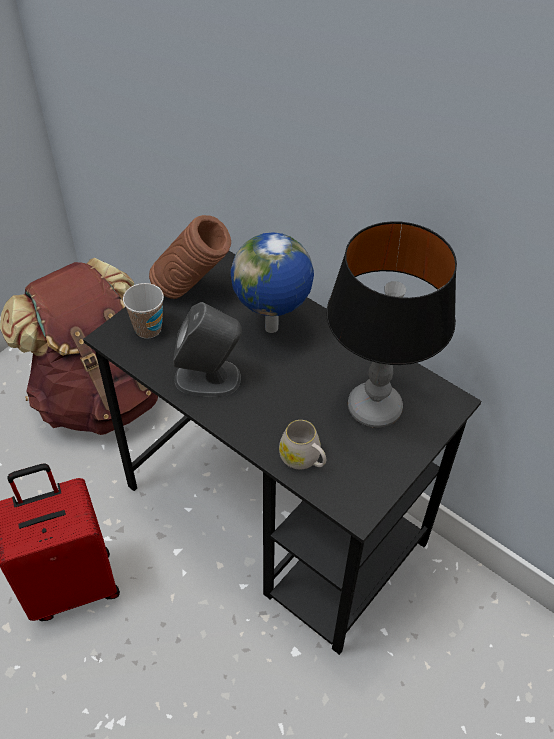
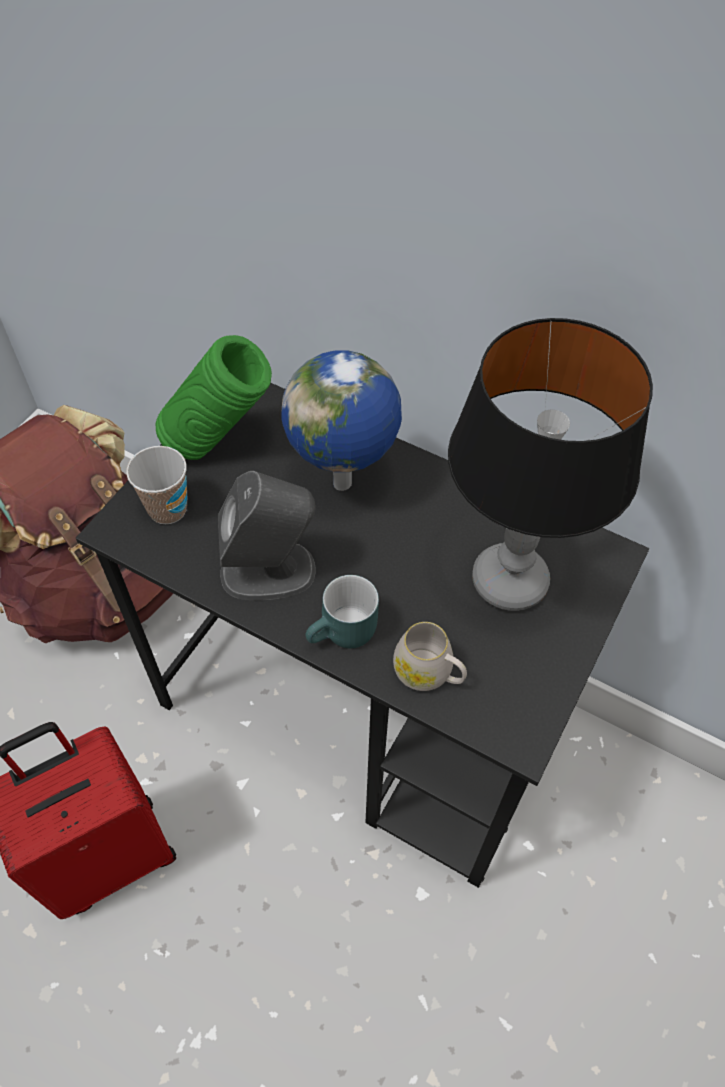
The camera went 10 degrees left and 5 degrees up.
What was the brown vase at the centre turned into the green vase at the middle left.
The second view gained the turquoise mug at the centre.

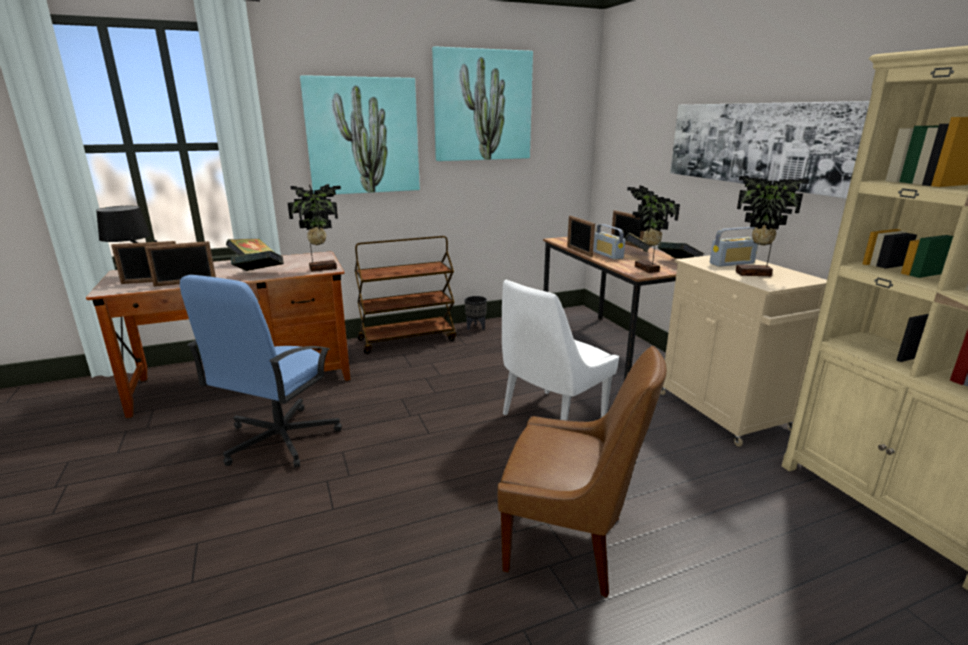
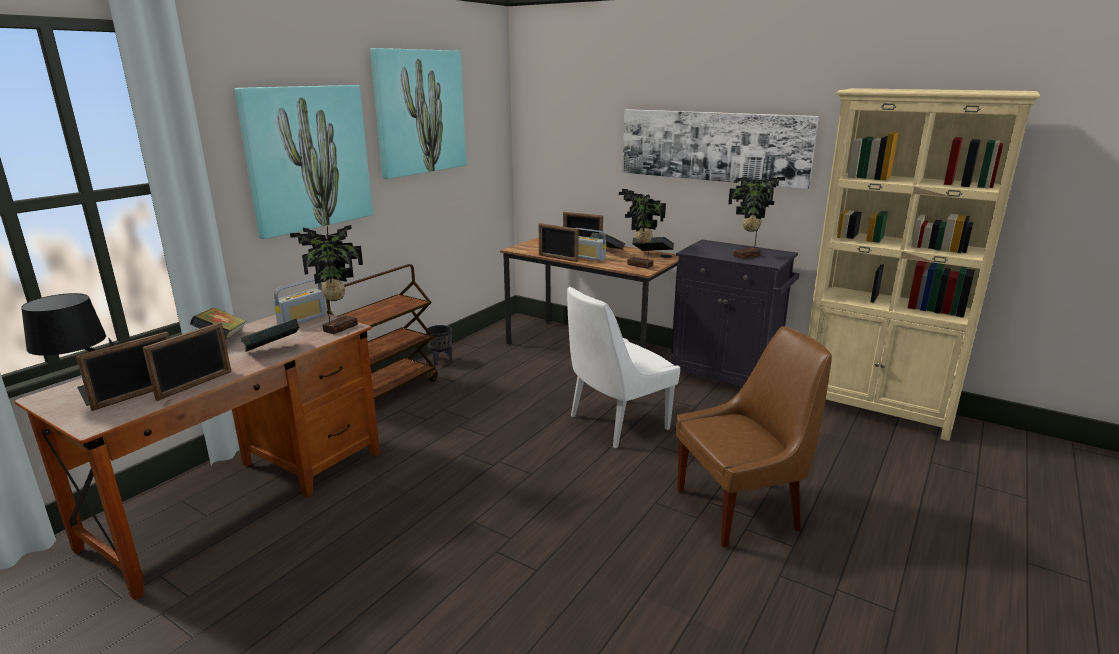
The camera went 35 degrees left and 0 degrees up.
The radio (no. 2 from left in the first image) ended up elsewhere, having gone from the middle right to the middle left.
What was the beige cabinet at the middle right turned into the black cabinet at the centre.
The second view lost the blue office chair at the middle left.
The white chair at the centre ended up facing another way, 45 degrees clockwise from before.

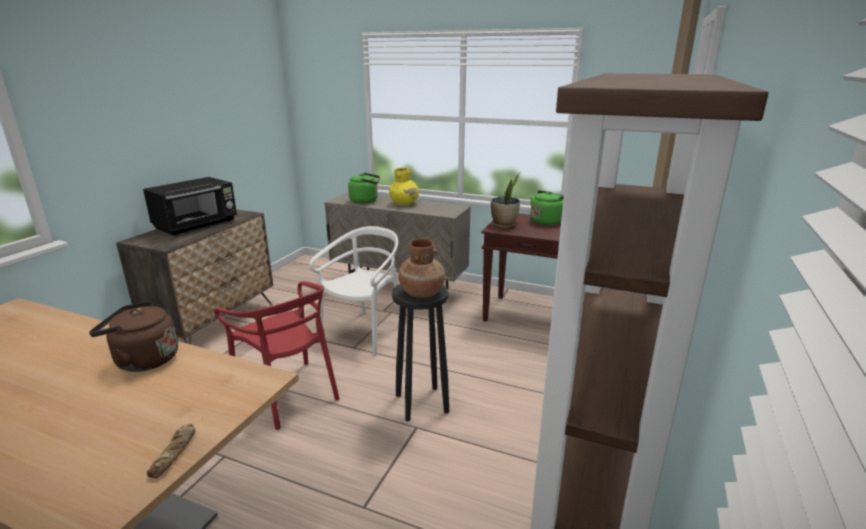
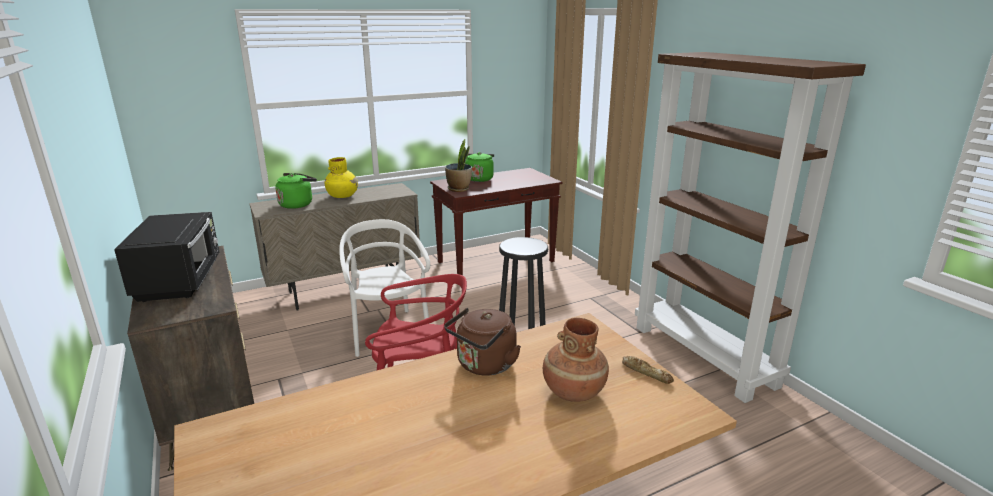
The camera went 50 degrees left and 0 degrees up.
The brown vase ended up elsewhere, having gone from the centre to the bottom centre.

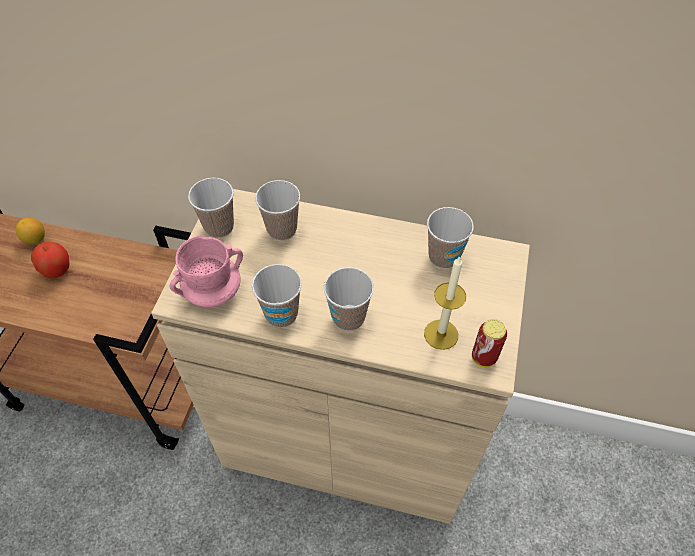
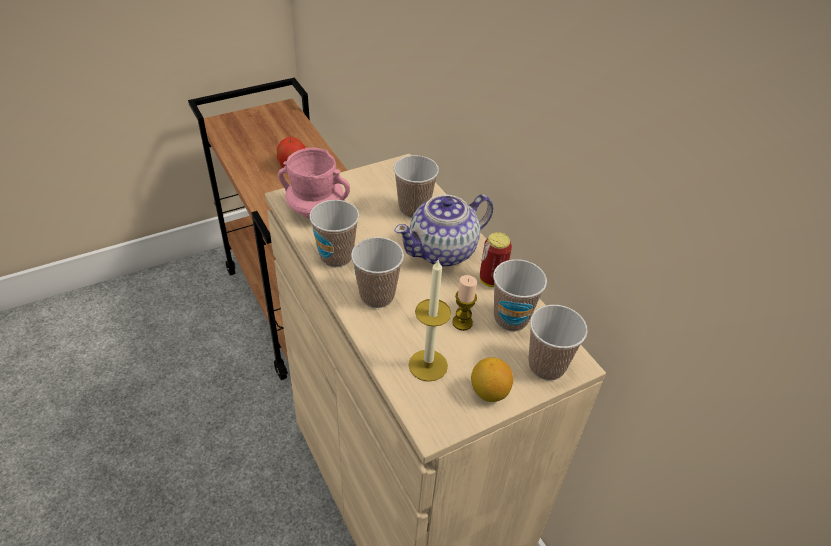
The camera went 45 degrees right and 10 degrees down.
The cup (no. 1 from left in the first image) ended up elsewhere, having gone from the middle left to the middle right.
The lemon ended up elsewhere, having gone from the middle left to the bottom centre.
The can ended up elsewhere, having gone from the middle right to the centre.
The second view gained the teapot at the centre.
The second view gained the candle (no. 2 from left) at the centre.

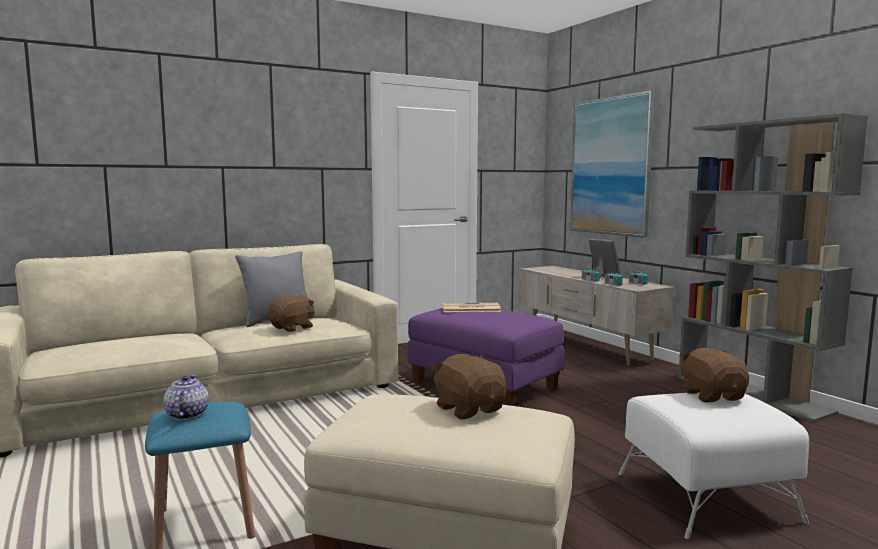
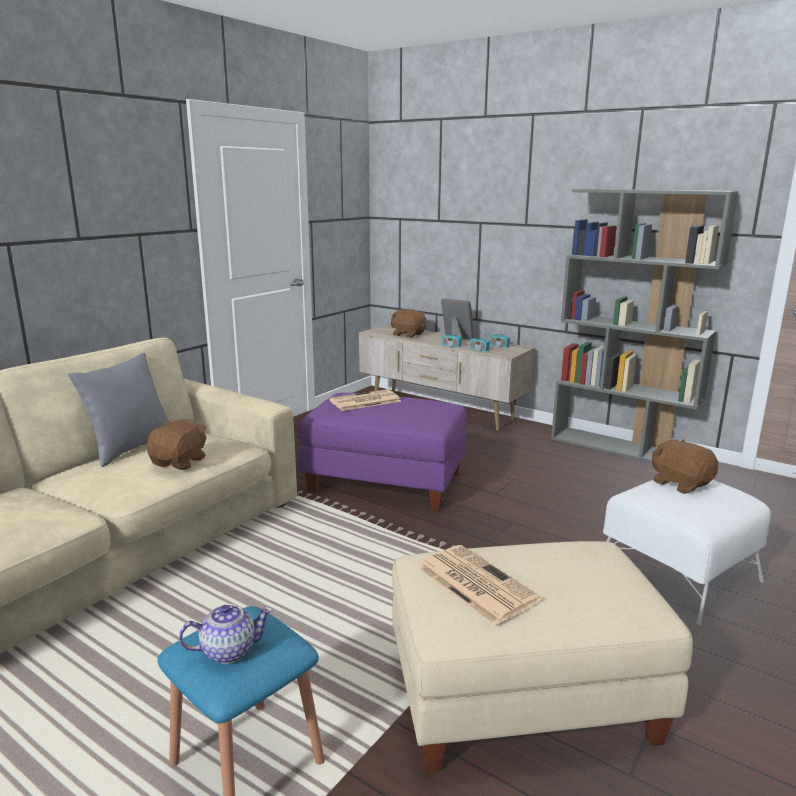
The camera went 25 degrees left and 10 degrees up.
The second view lost the picture at the top right.
The brown plush toy (no. 2 from left) ended up elsewhere, having gone from the bottom centre to the centre.
The teapot at the bottom left ended up facing another way, 105 degrees clockwise from before.
The second view gained the newspaper (no. 2 from left) at the bottom centre.

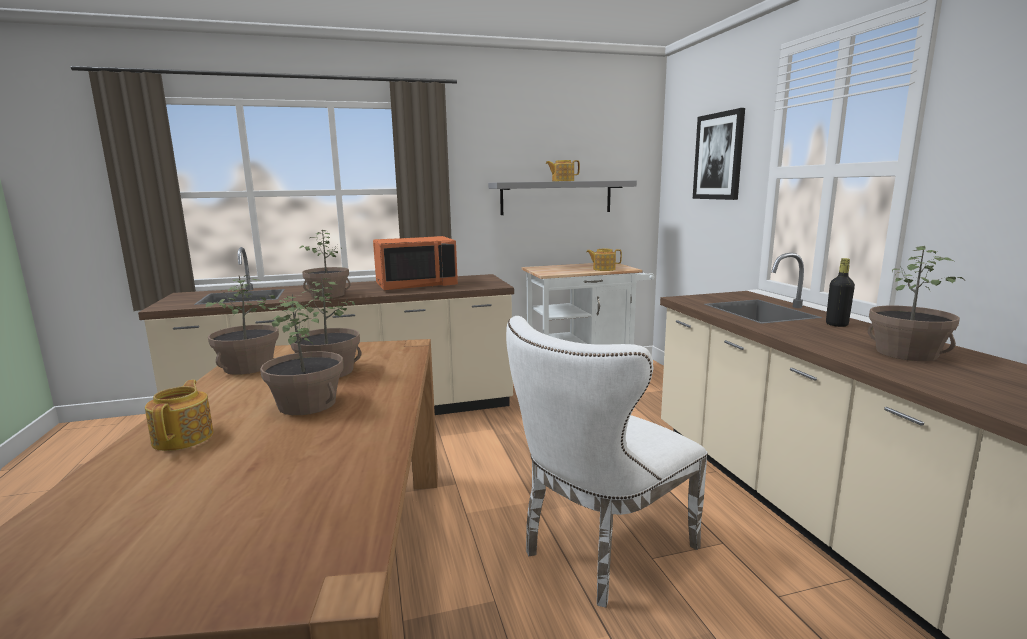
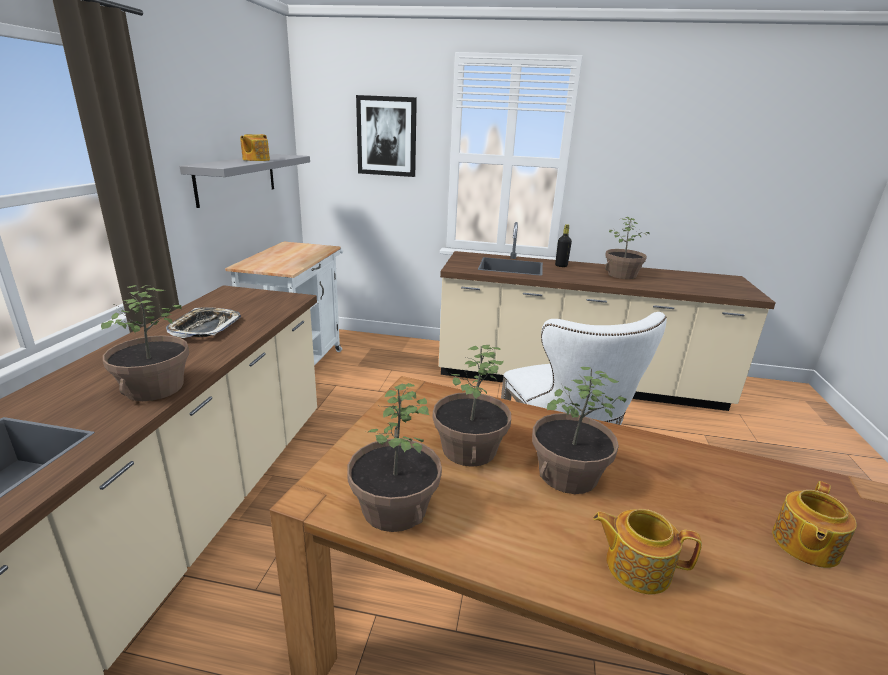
The camera went 65 degrees left and 10 degrees up.
Where the orange microwave stood at the centre, the tray came to stand at the middle left.
The teapot (no. 3 from left) ended up elsewhere, having gone from the centre to the bottom right.

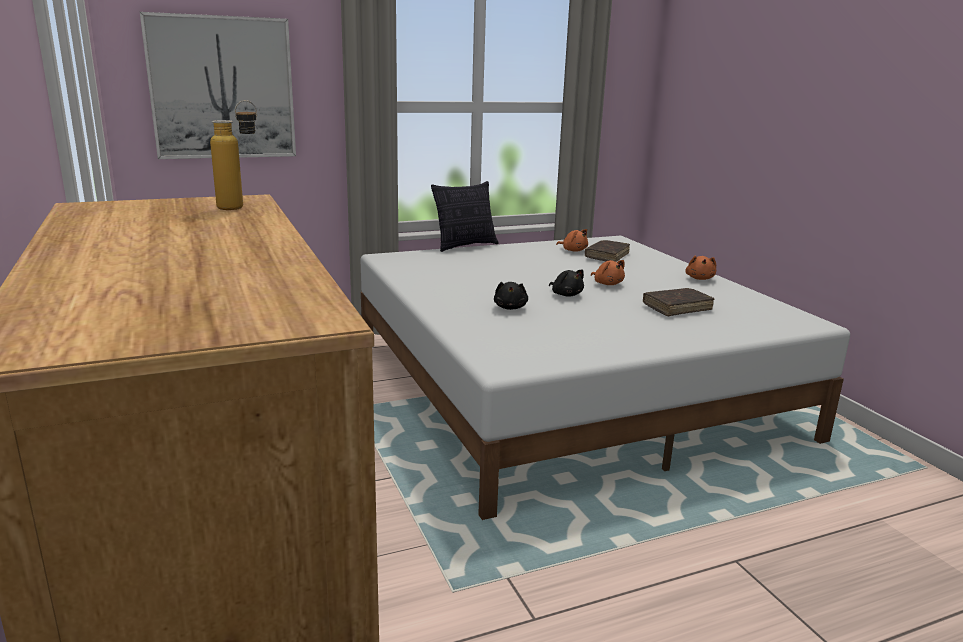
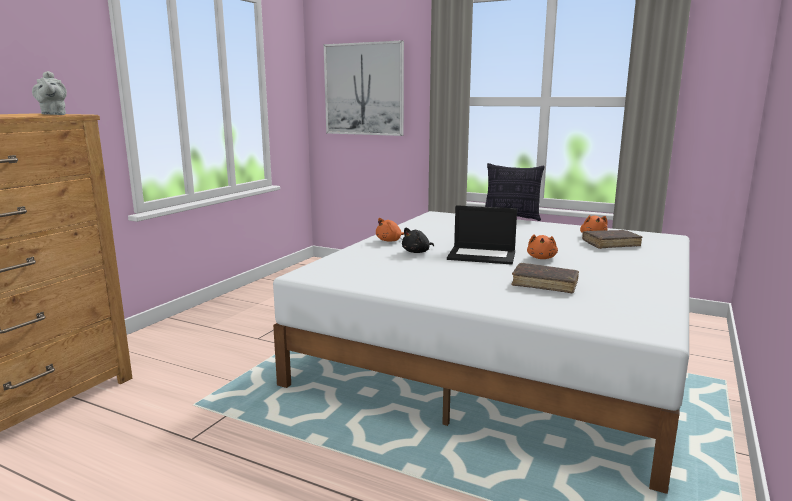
The camera went 50 degrees right and 5 degrees down.
Where the bottle stood at the top left, the grey teapot came to stand at the top left.
The orange plush toy (no. 3 from left in the first image) ended up elsewhere, having gone from the middle right to the centre.
Where the black plush toy (no. 2 from left) stood at the centre, the laptop came to stand at the centre.

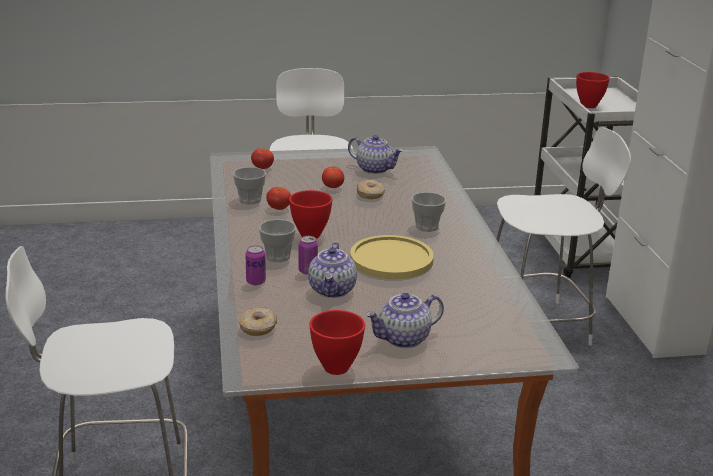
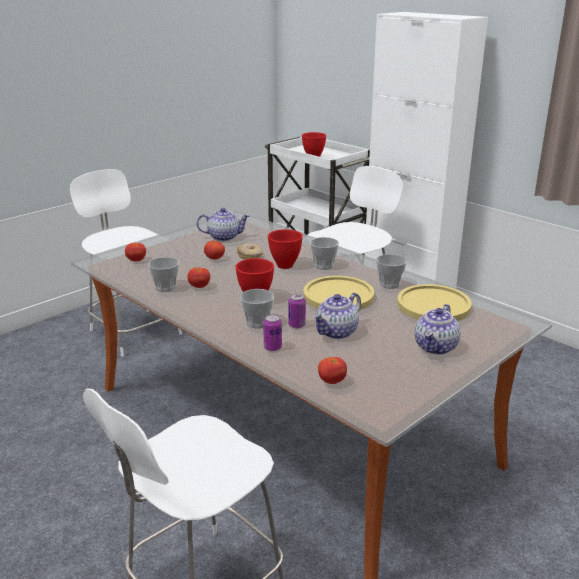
The camera went 35 degrees left and 0 degrees up.
The teapot (no. 1 from left in the first image) at the centre ended up facing another way, 75 degrees clockwise from before.
Where the donut (no. 1 from left) stood at the bottom centre, the tomato (no. 4 from left) came to stand at the centre.
The red bowl (no. 2 from left) ended up elsewhere, having gone from the bottom centre to the centre.
The second view gained the cup (no. 4 from left) at the middle right.
The second view gained the yellow plate (no. 2 from left) at the middle right.

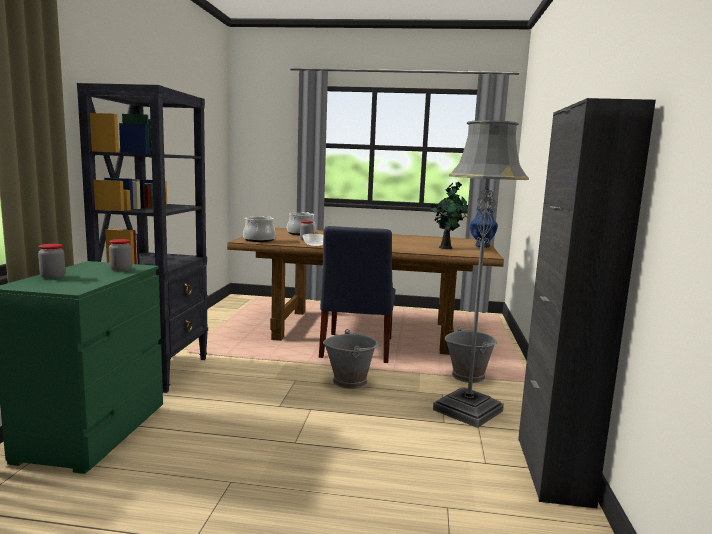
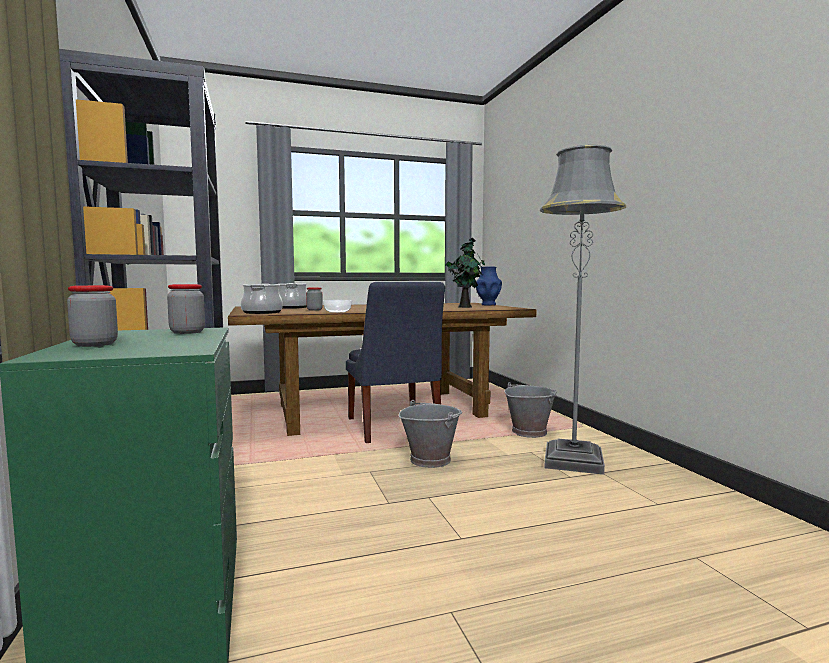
The camera went 25 degrees left and 5 degrees down.
The second view lost the black cabinet at the middle right.

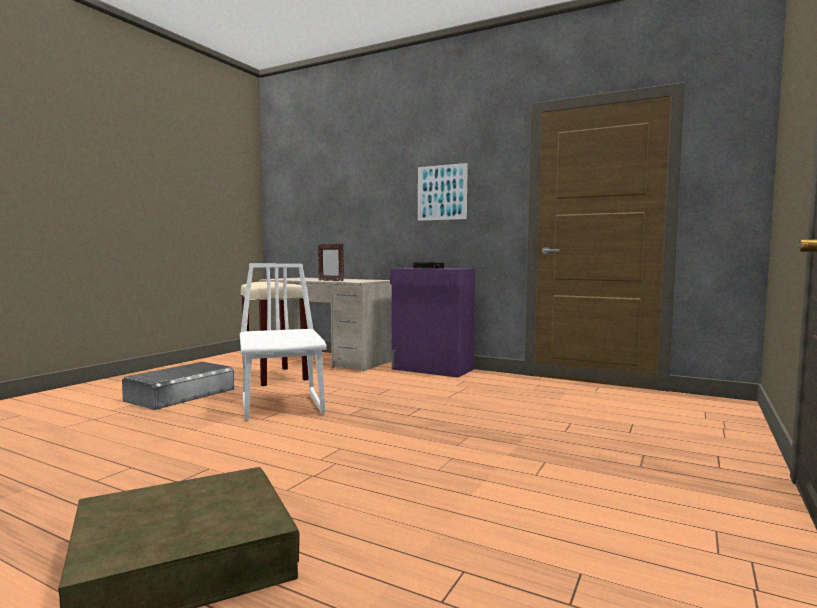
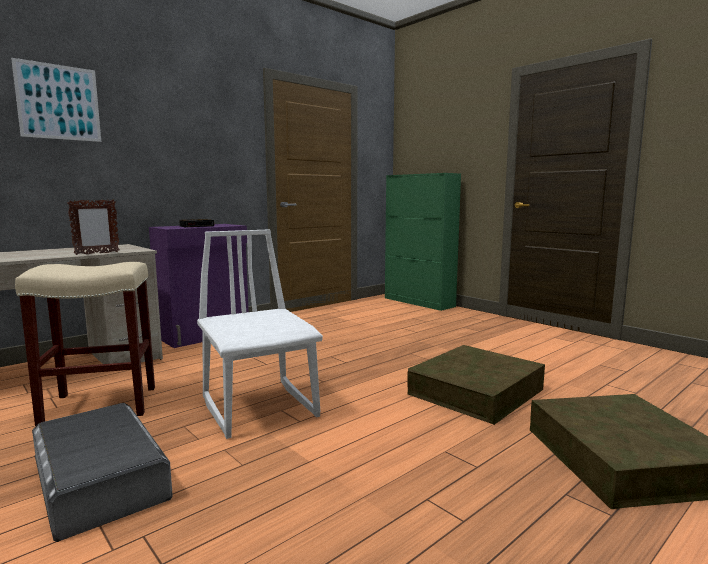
The camera went 70 degrees left and 5 degrees up.
The picture ended up elsewhere, having gone from the top centre to the top left.
The white chair at the centre ended up facing another way, 60 degrees clockwise from before.
The second view gained the green cabinet at the centre.
The second view gained the brown storage box (no. 1 from left) at the bottom right.

